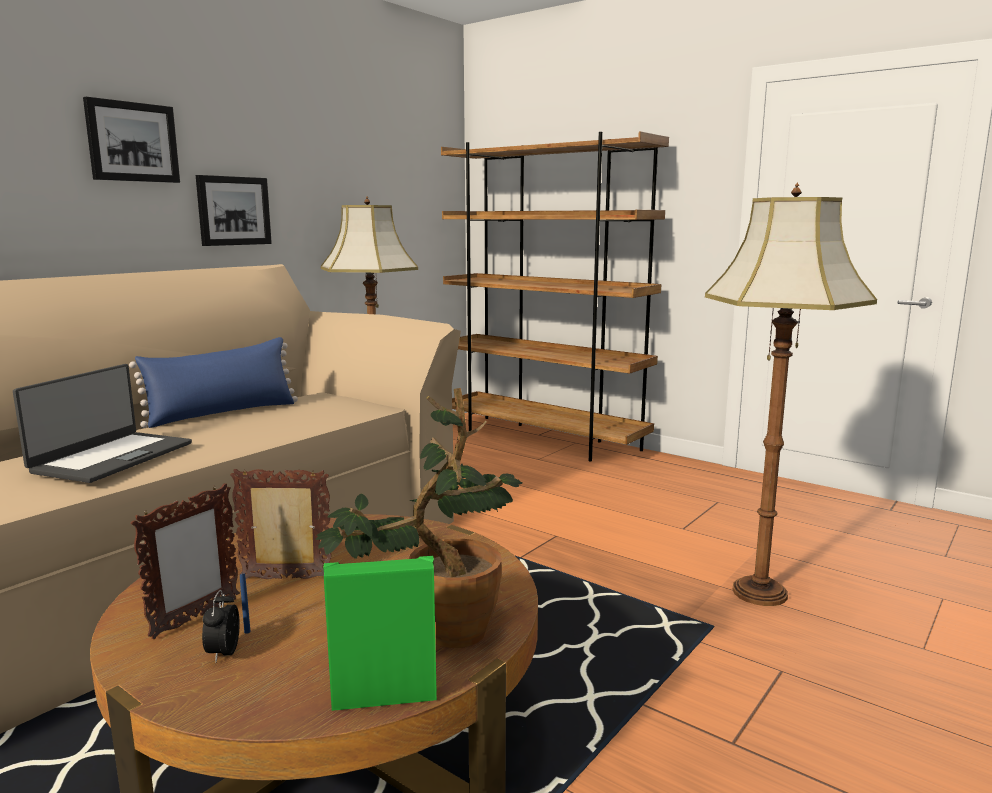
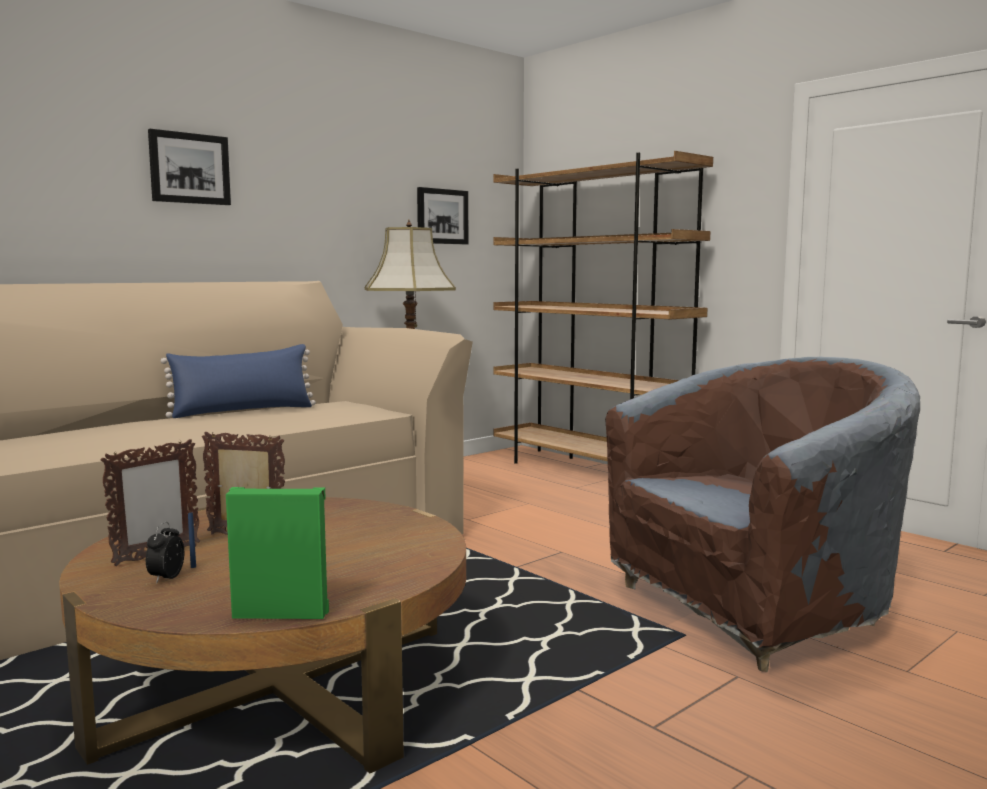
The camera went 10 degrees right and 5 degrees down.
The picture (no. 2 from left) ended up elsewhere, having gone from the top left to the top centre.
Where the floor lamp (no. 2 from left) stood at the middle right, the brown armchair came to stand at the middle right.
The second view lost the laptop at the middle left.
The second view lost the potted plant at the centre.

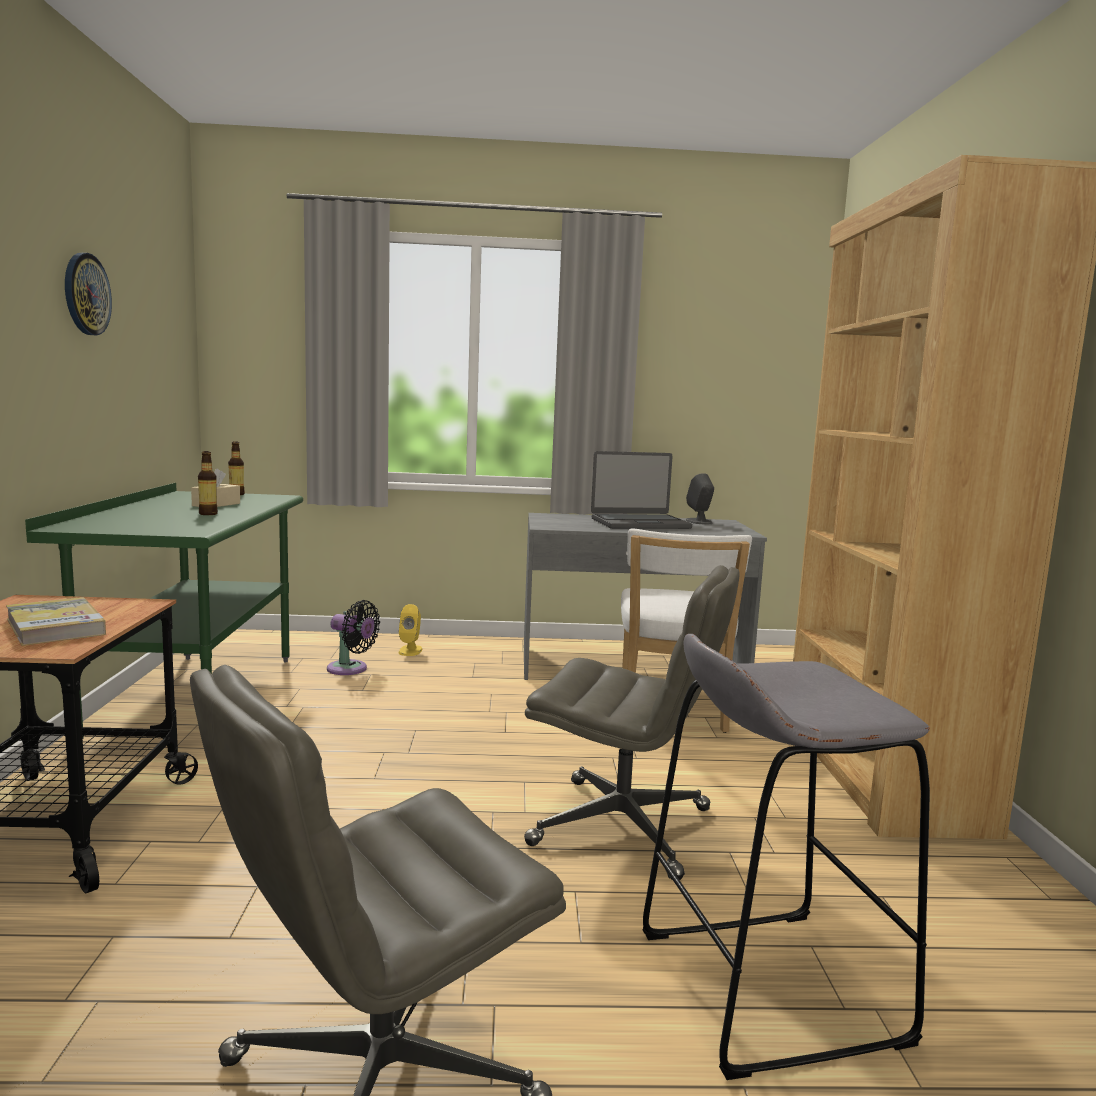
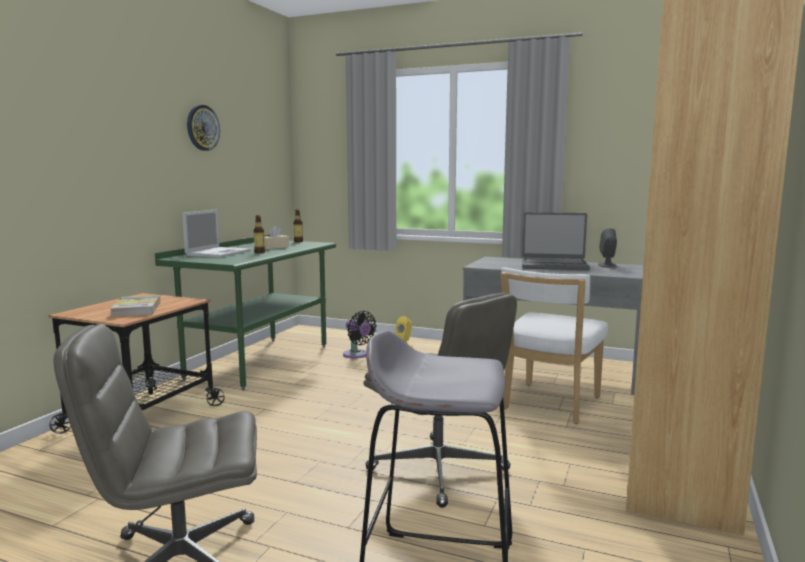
The camera went 25 degrees right and 0 degrees up.
The second view gained the laptop (no. 1 from left) at the middle left.

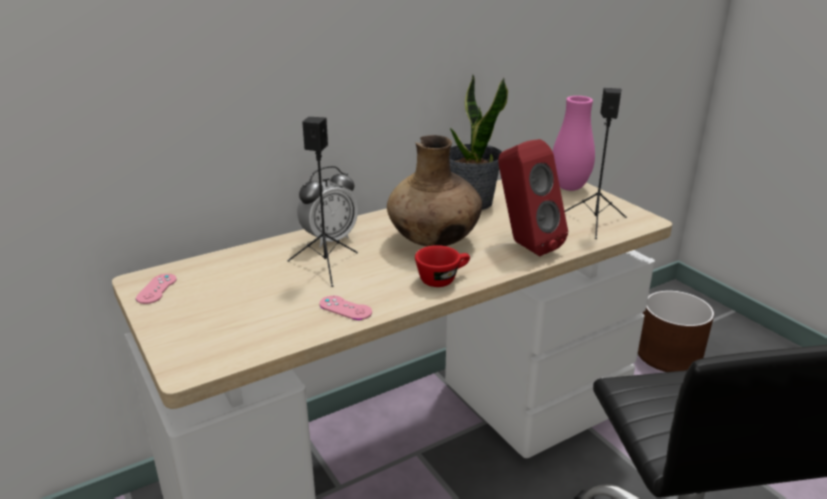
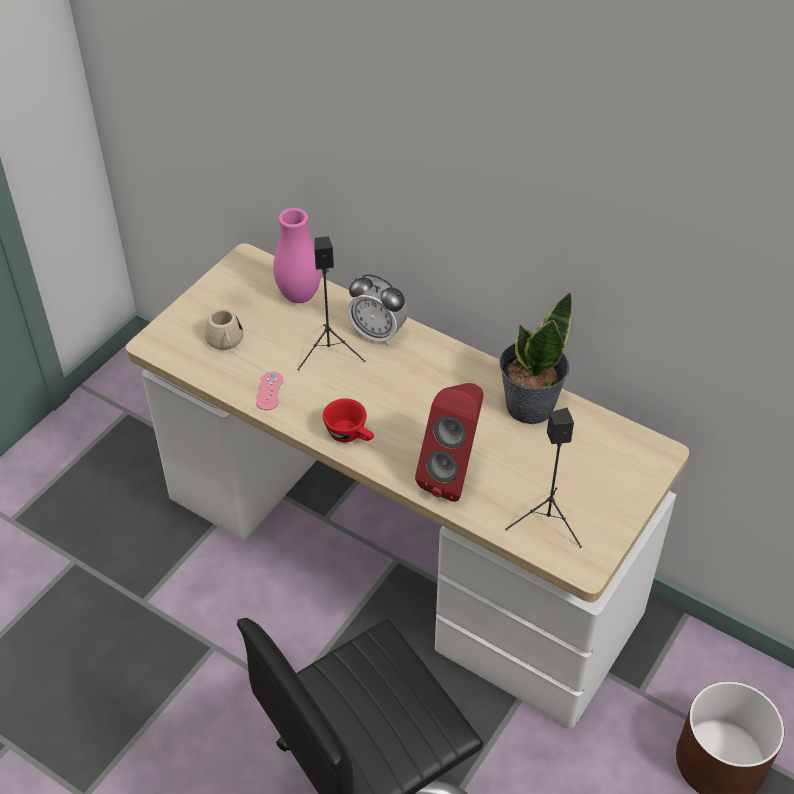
The camera went 65 degrees right and 20 degrees up.
The pink vase ended up elsewhere, having gone from the top right to the top centre.
The second view lost the brown vase at the centre.
The second view lost the pink game controller (no. 1 from left) at the middle left.
The second view gained the beige mug at the middle left.

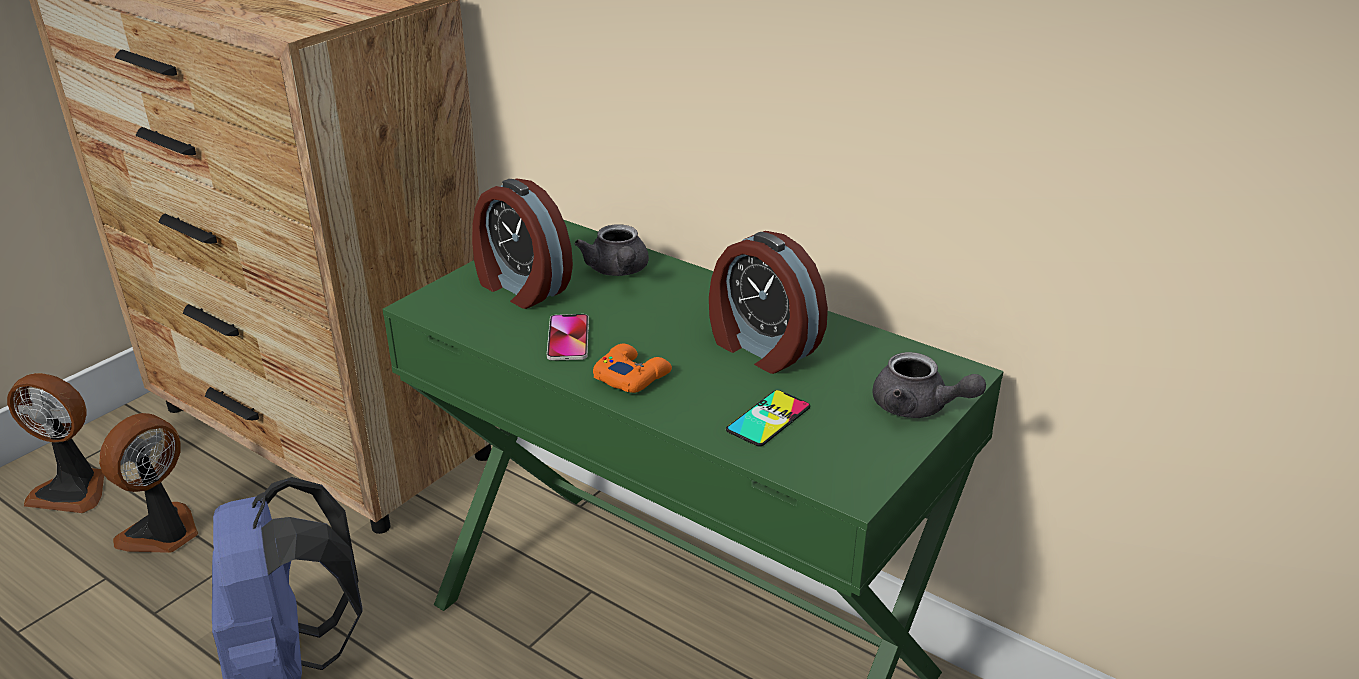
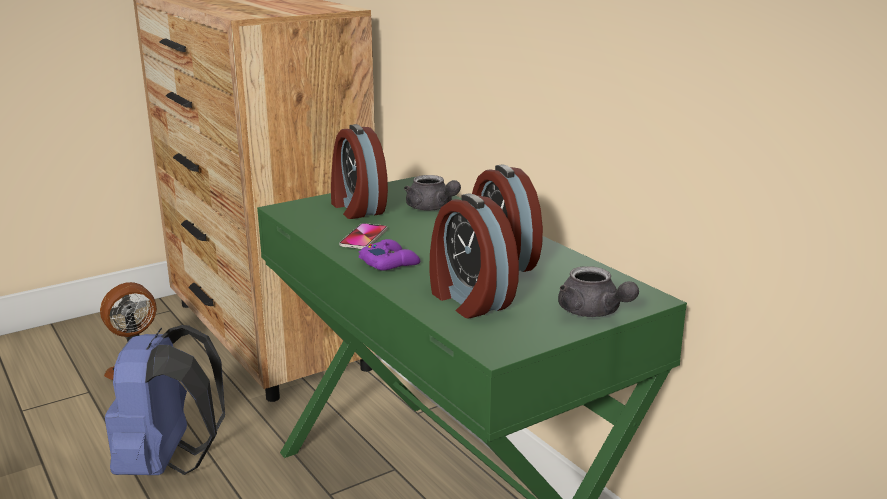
The camera went 20 degrees right and 10 degrees down.
The grey teapot (no. 1 from left) at the centre ended up facing another way, 45 degrees counterclockwise from before.
What was the orange game controller at the centre turned into the purple game controller at the centre.
The second view lost the fan (no. 1 from left) at the middle left.
Where the phone (no. 2 from left) stood at the centre, the alarm clock (no. 2 from left) came to stand at the centre.

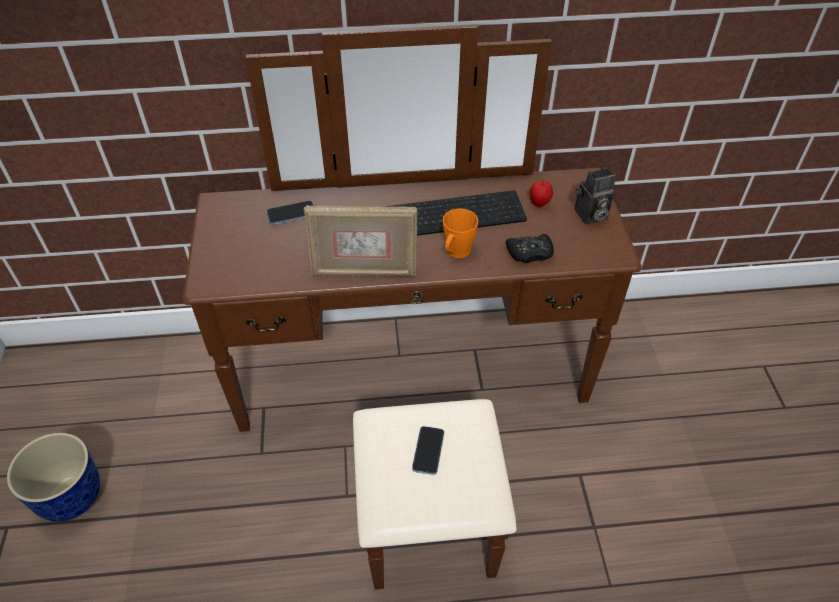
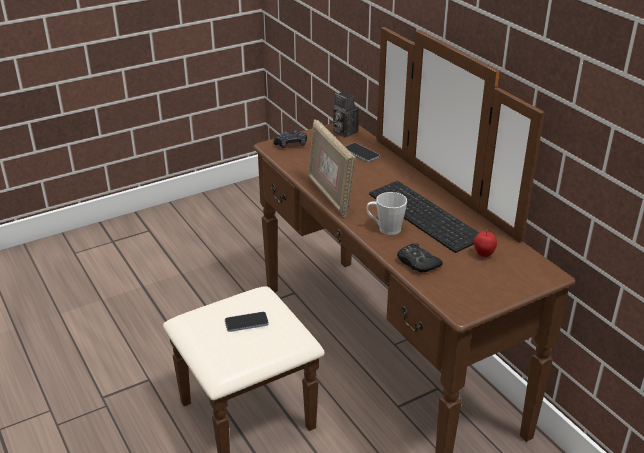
The camera went 65 degrees right and 15 degrees down.
The photo camera ended up elsewhere, having gone from the top right to the top centre.
What was the orange mug at the centre turned into the grey mug at the centre.
The second view lost the planter at the bottom left.
The second view gained the black game controller (no. 1 from left) at the top centre.

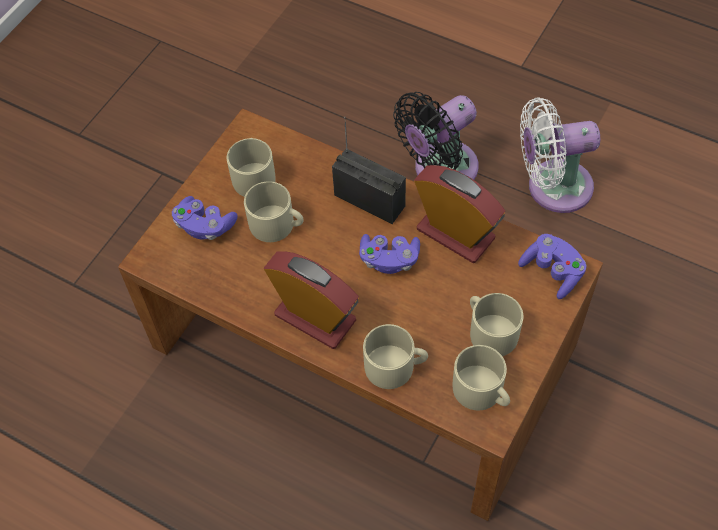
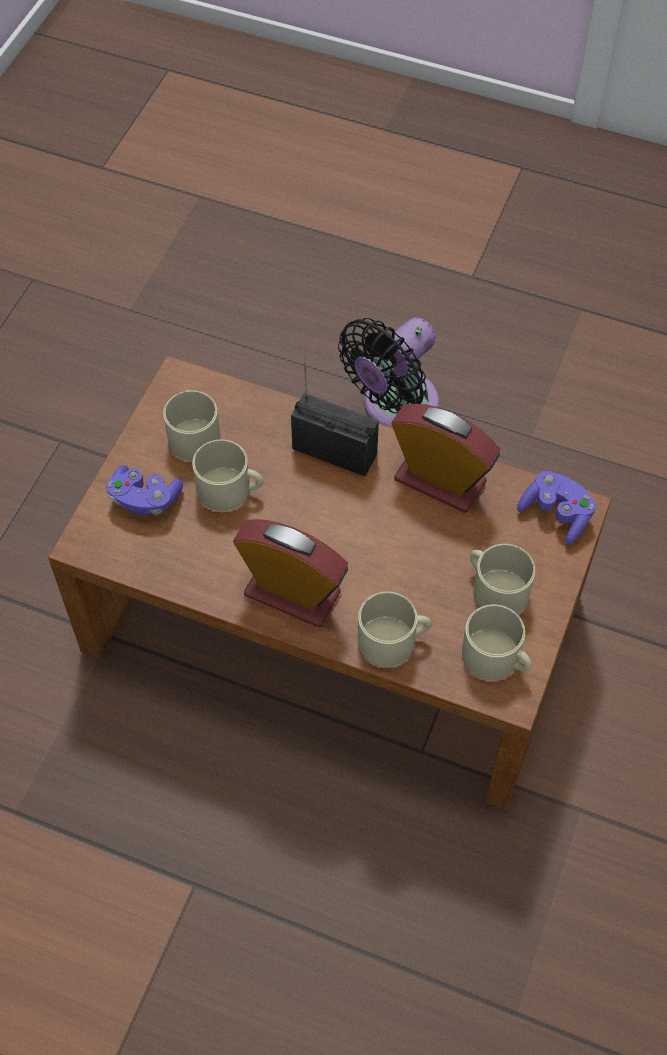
The camera went 10 degrees left and 0 degrees up.
The second view lost the white fan at the top right.
The second view lost the purple game controller (no. 2 from left) at the centre.

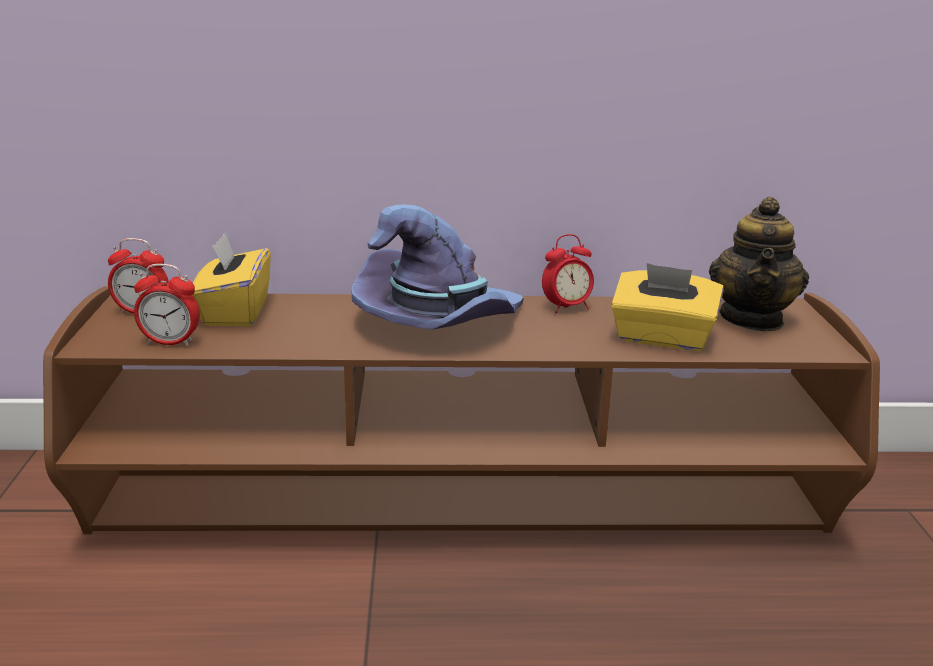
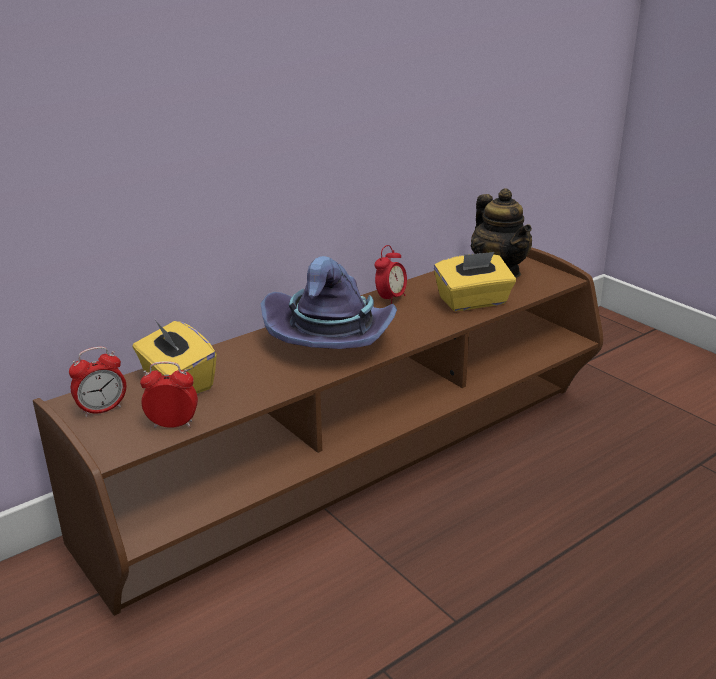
The camera went 35 degrees left and 5 degrees up.
The alarm clock (no. 2 from left) at the middle left ended up facing another way, 150 degrees counterclockwise from before.

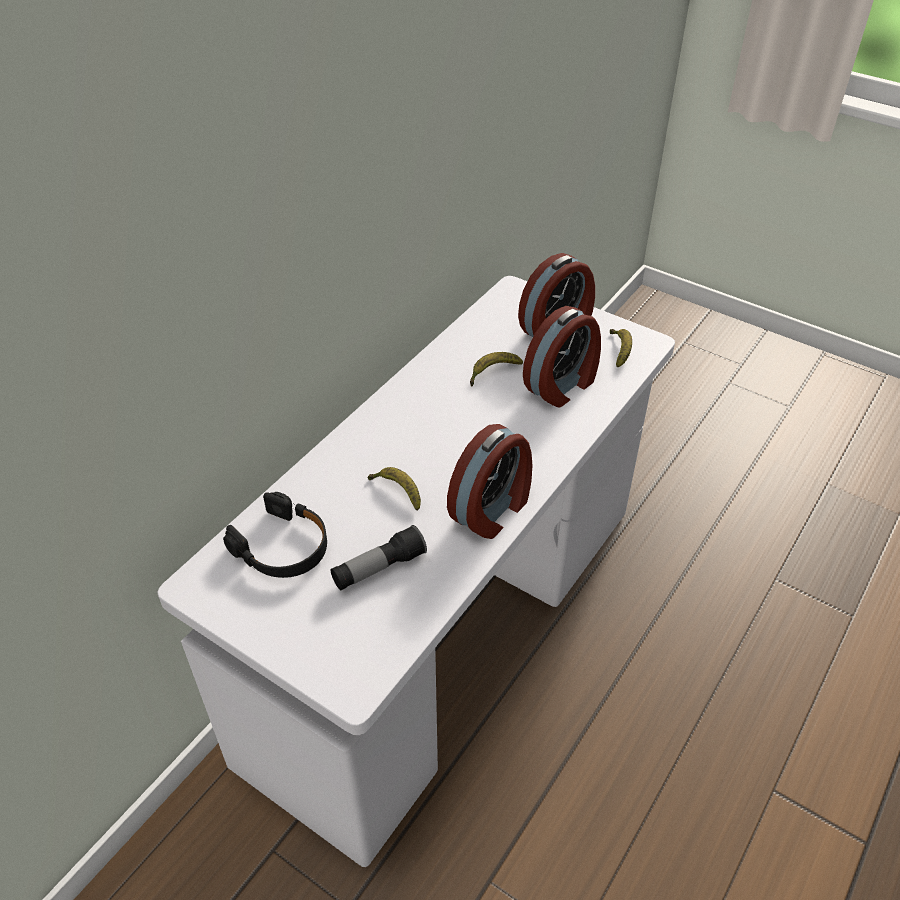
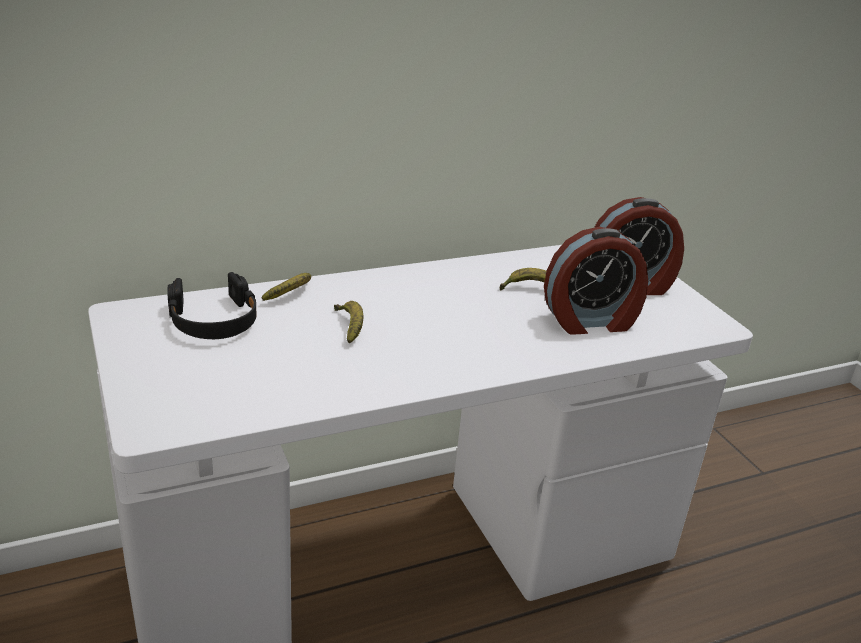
The camera went 30 degrees right and 15 degrees down.
The banana (no. 3 from left in the first image) ended up elsewhere, having gone from the middle right to the middle left.
The second view lost the alarm clock (no. 1 from left) at the centre.
The second view lost the flashlight at the centre.

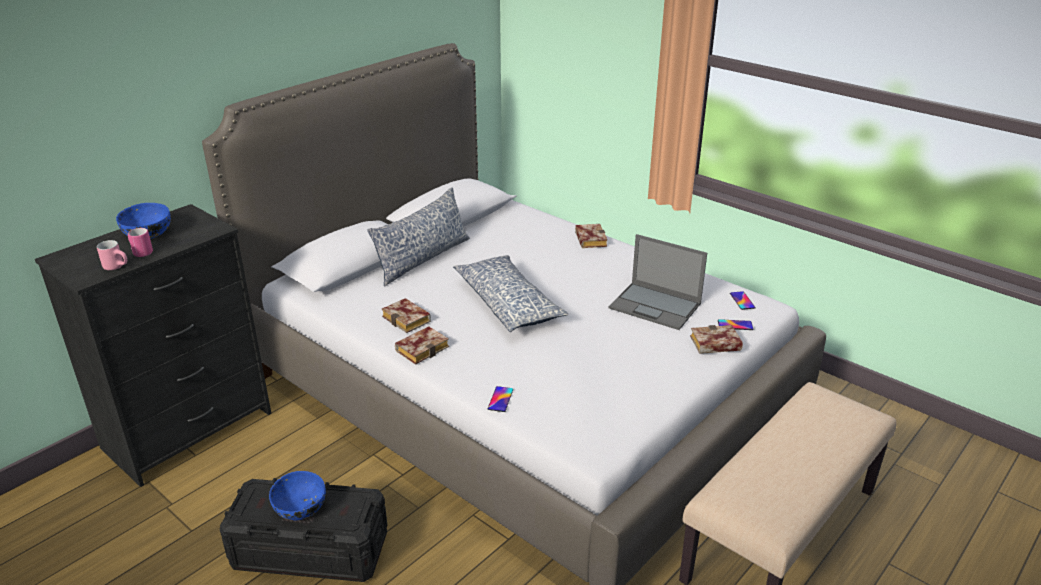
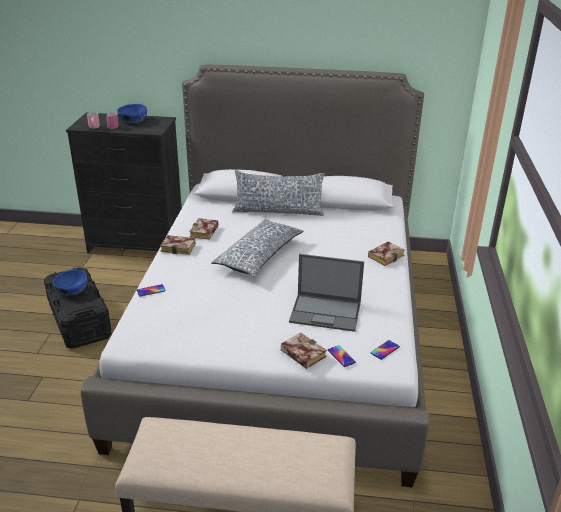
The camera went 55 degrees right and 0 degrees up.
The laptop at the centre ended up facing another way, 75 degrees counterclockwise from before.

